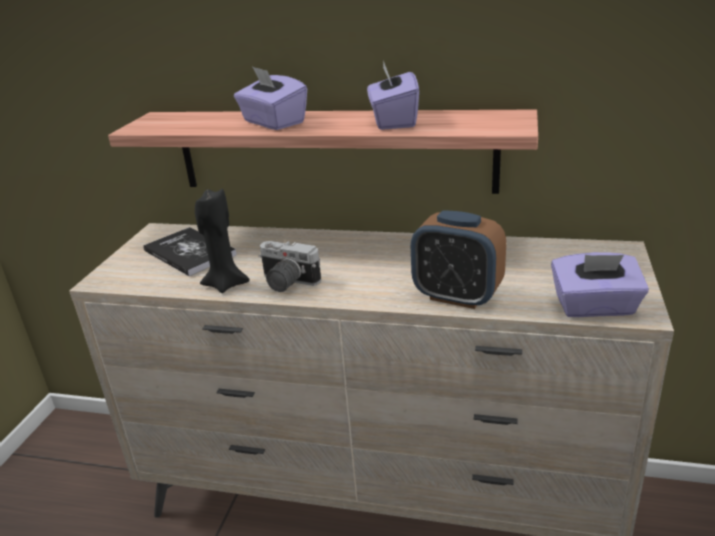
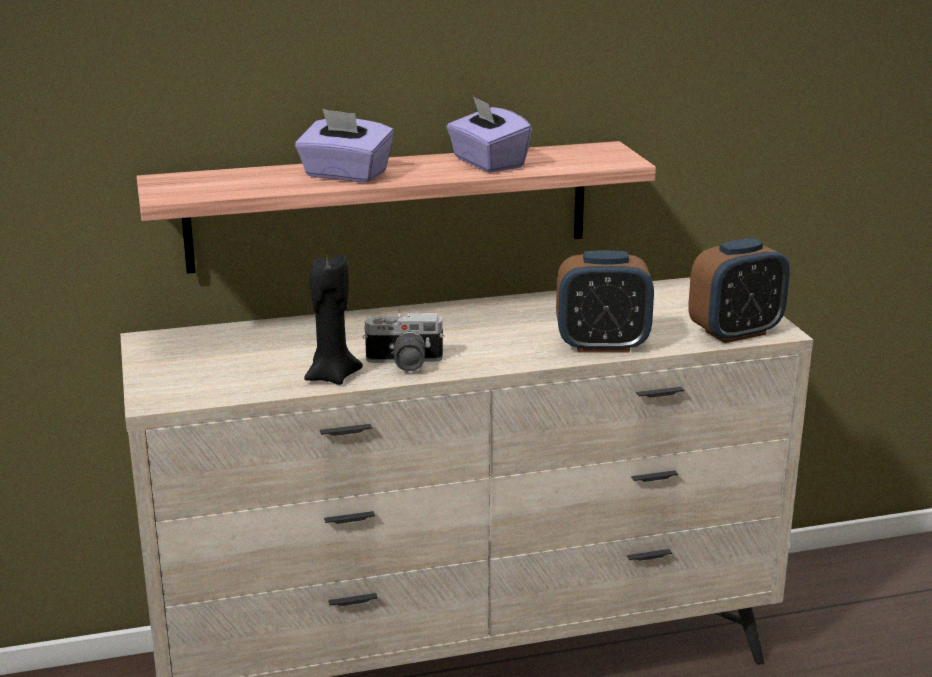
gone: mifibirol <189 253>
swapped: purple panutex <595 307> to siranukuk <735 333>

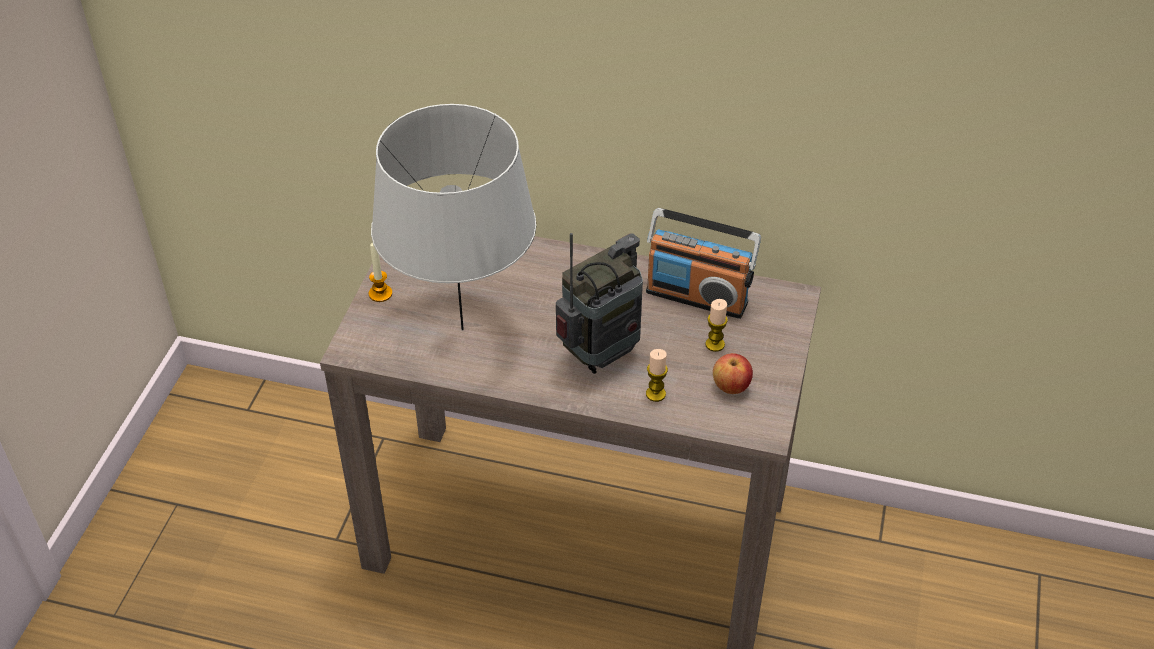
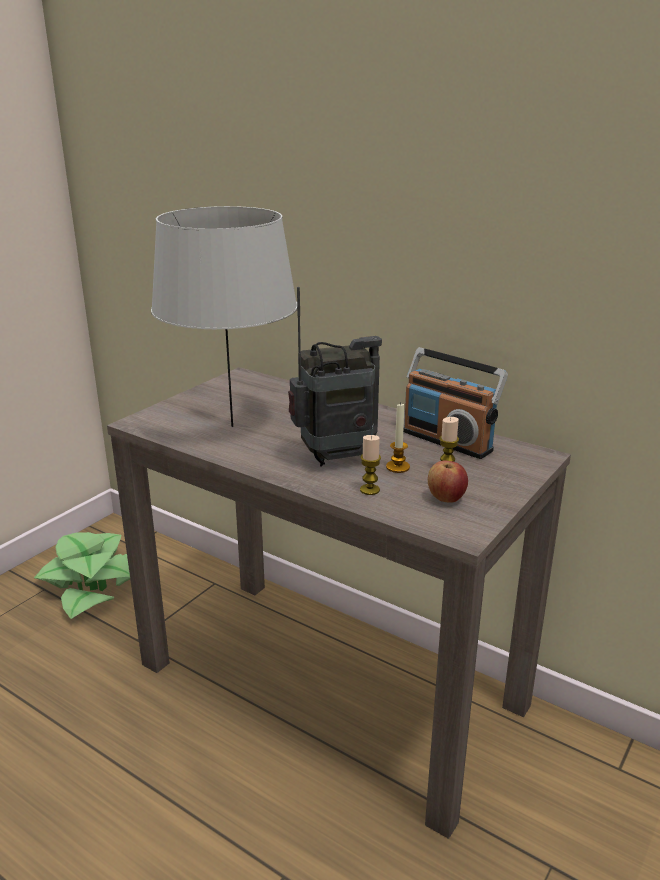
new: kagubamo <95 583>
shifted: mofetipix <380 294> to <398 467>

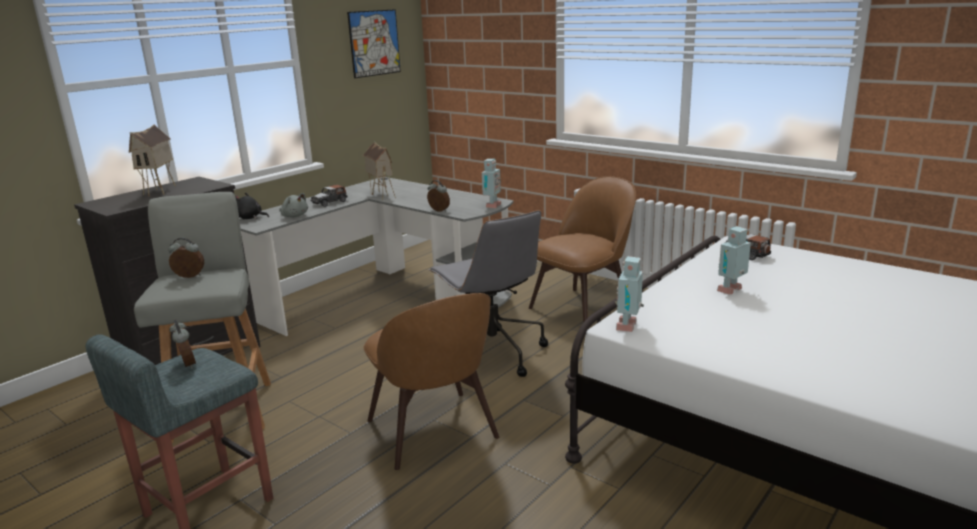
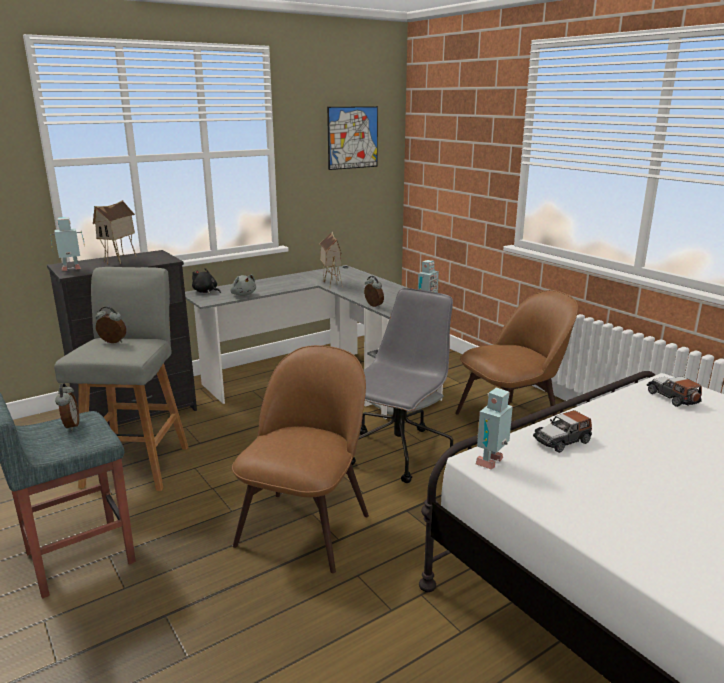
shifted: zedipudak <329 202> to <562 441>; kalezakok <731 290> to <72 269>
rotated: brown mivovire <434 432> = <306 526> 150 degrees counterclockwise; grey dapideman <491 353> = <398 454> 135 degrees counterclockwise

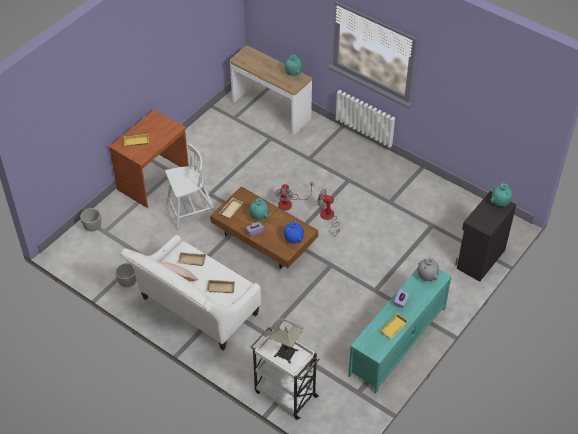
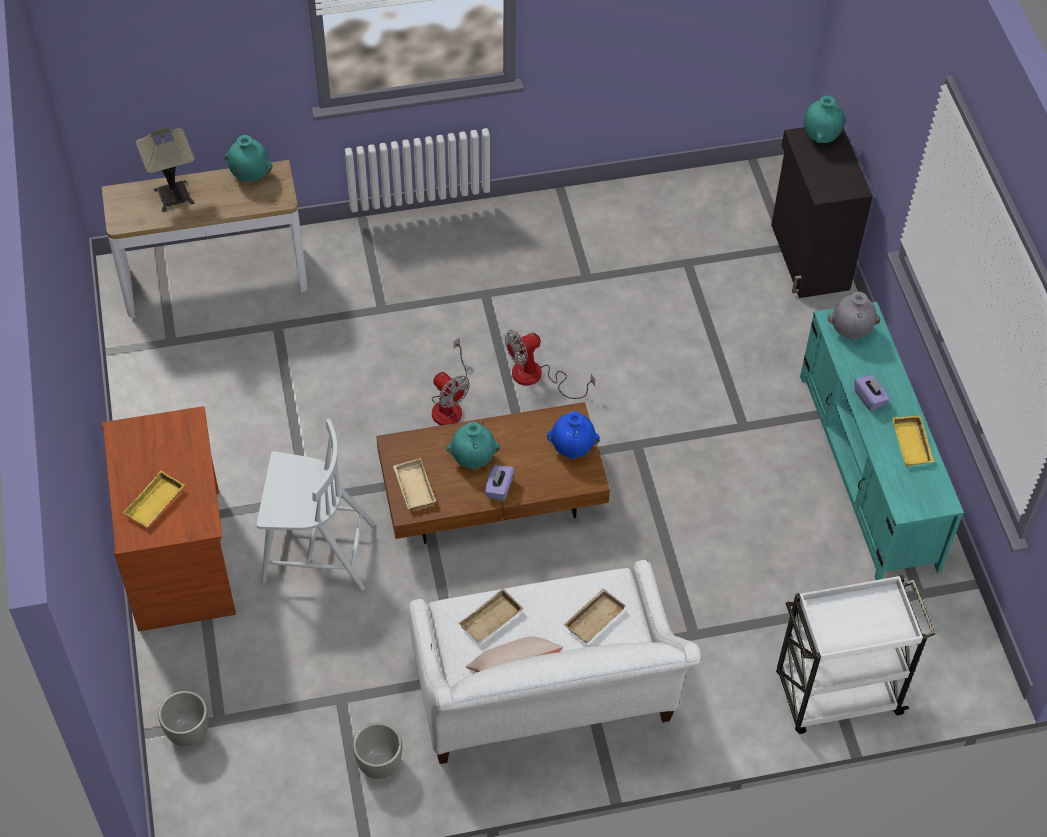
shifted: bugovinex <286 353> to <174 196>
rotated: white mivovire <191 210> = <316 552> 75 degrees clockwise

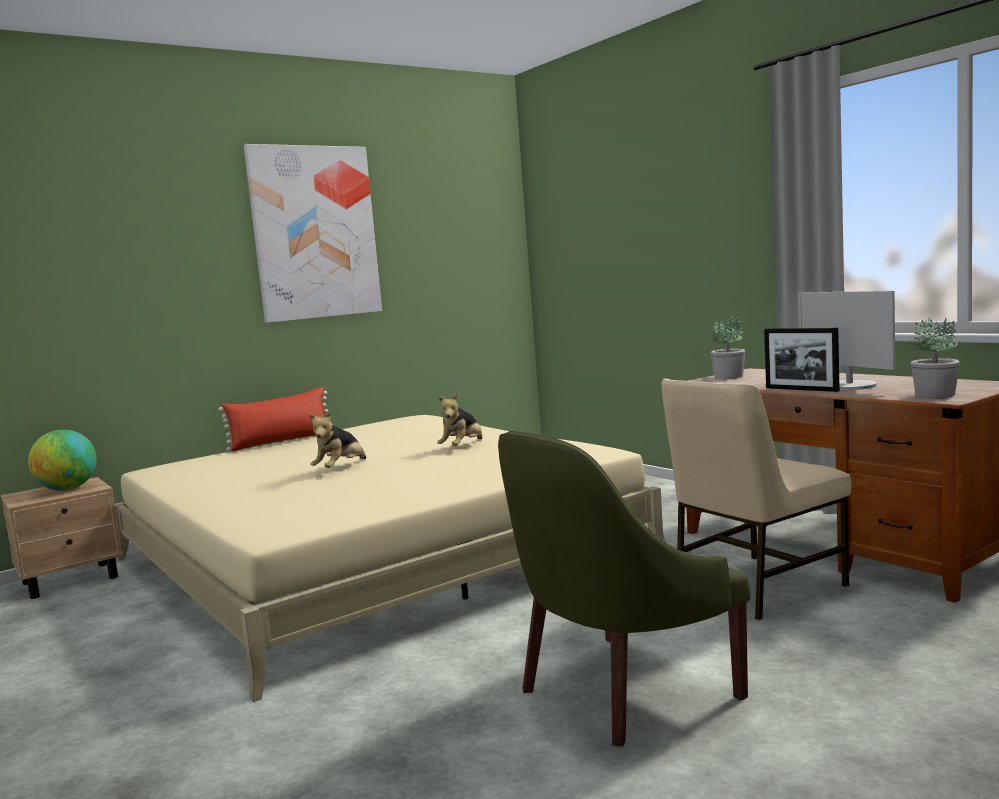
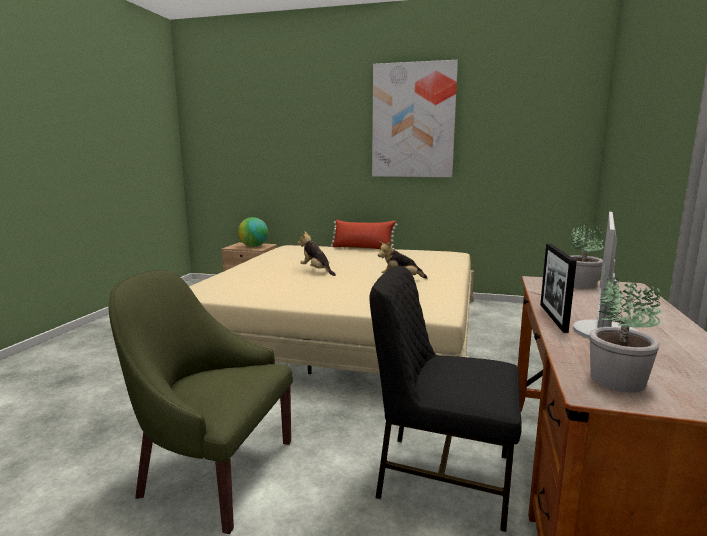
repainted: beige mivovire <756 587> to black mivovire <442 476>
rotated: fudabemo <340 469> = <316 271> 60 degrees clockwise

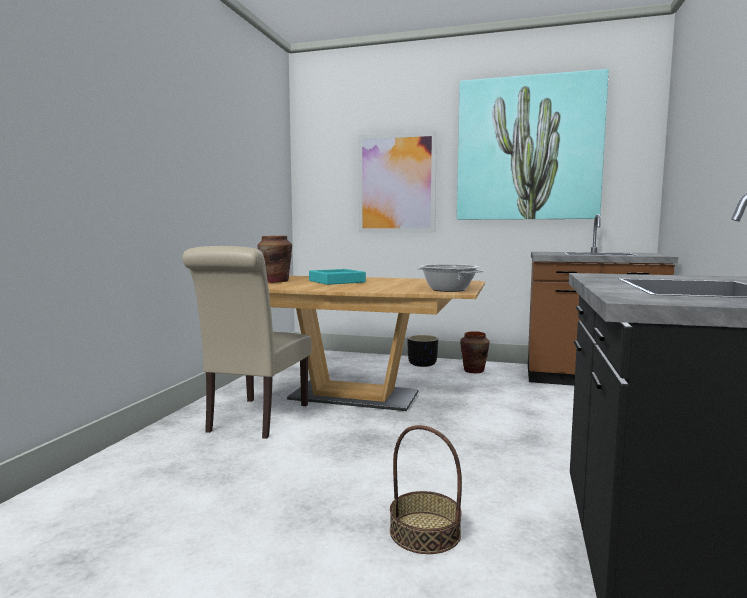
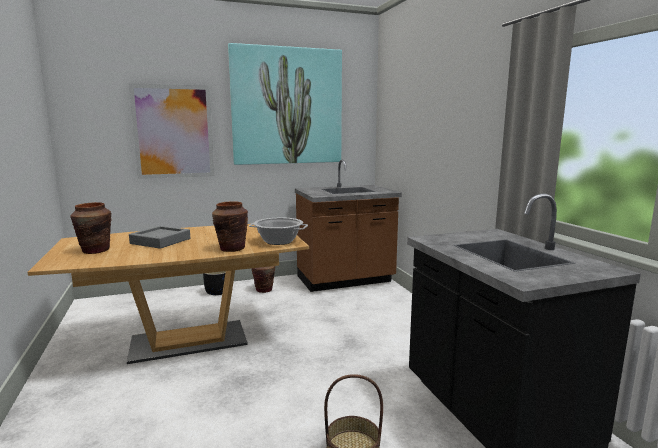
gone: beige mivovire <255 420>
new: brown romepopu <232 249>
repainted: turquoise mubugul <337 281> to grey mubugul <160 241>

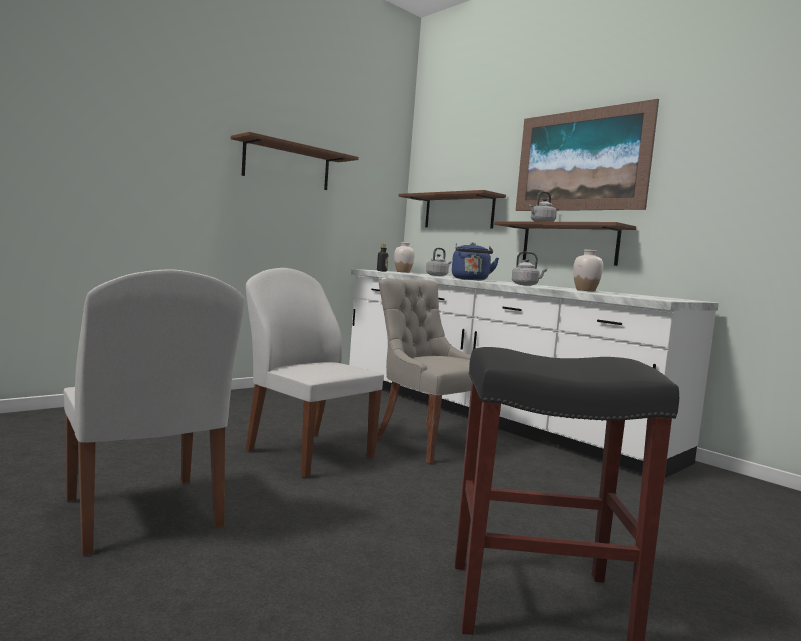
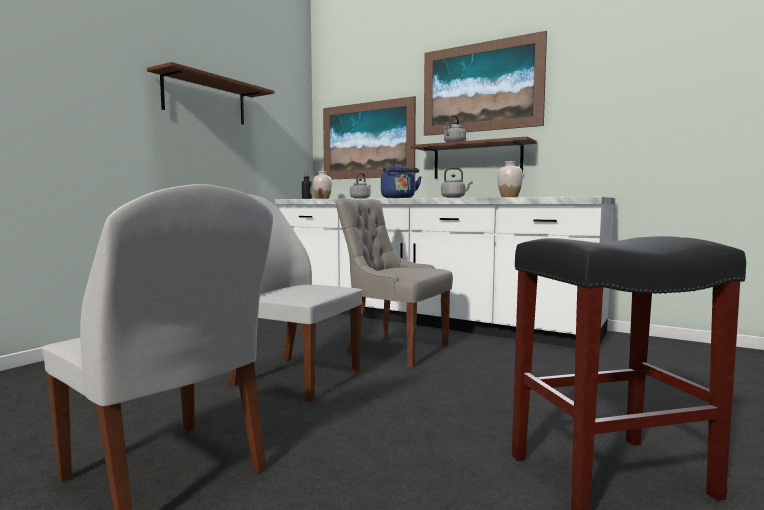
swapped: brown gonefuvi <458 212> to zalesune <367 140>

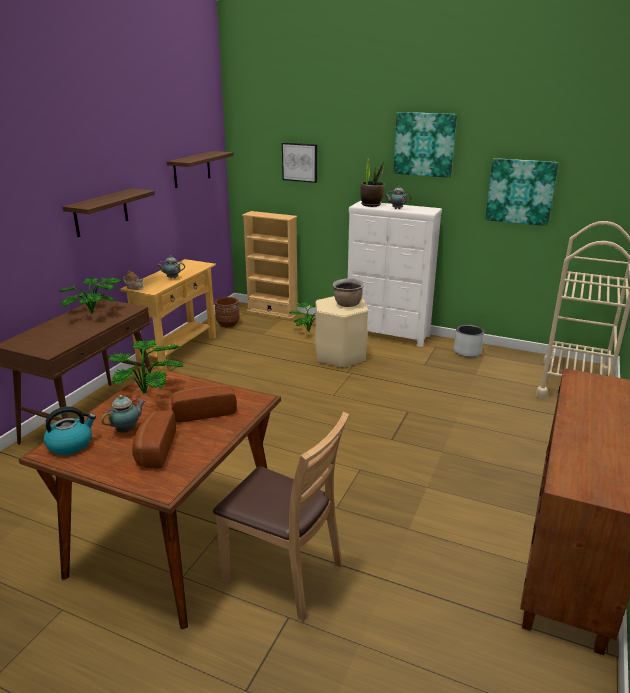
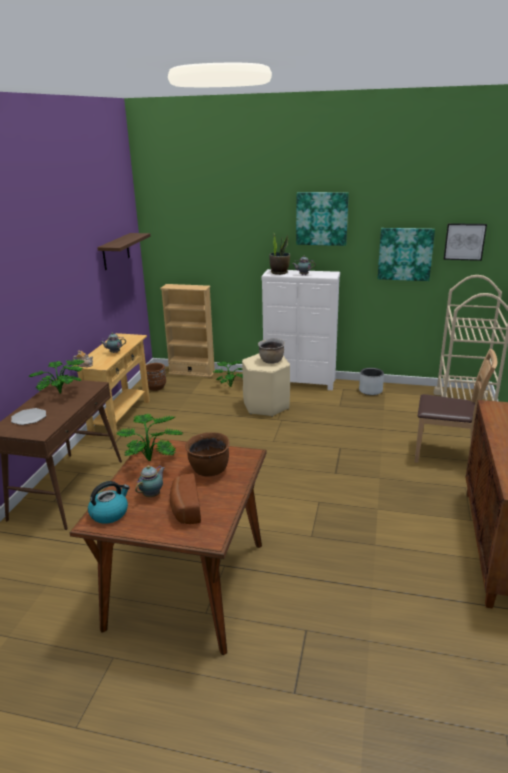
gone: gonefuvi <101 212>
new: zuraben <29 417>
shifted: brown mivovire <284 573> to <446 455>; zalesune <300 162> to <464 241>
swapped: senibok <204 412> to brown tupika <209 470>

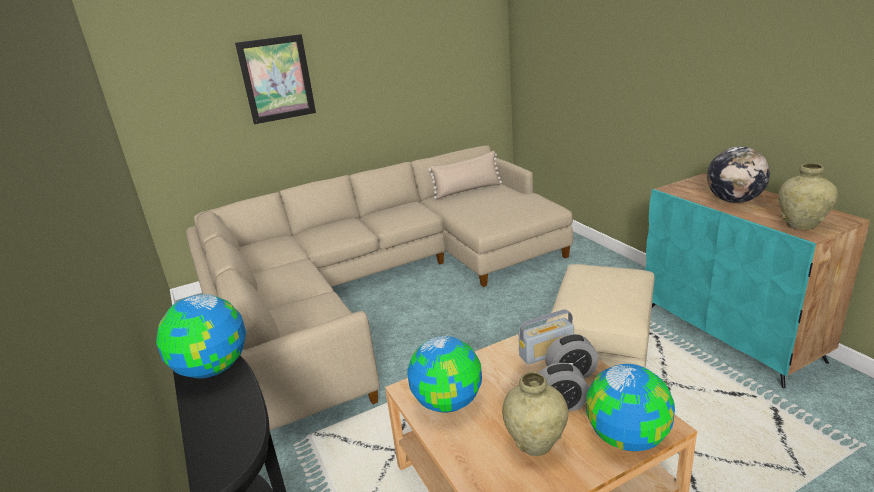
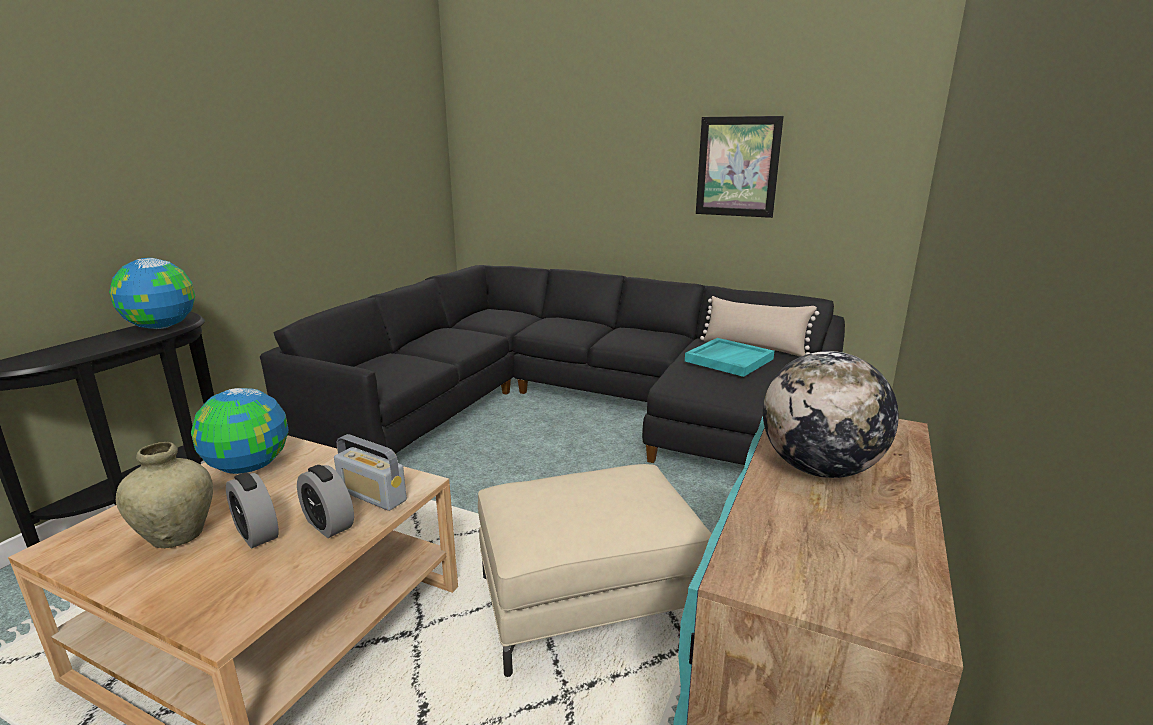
gone: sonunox <627 437>; beige romepopu <801 225>
new: turquoise mubugul <728 359>
shifted: zalesune <277 79> to <737 167>
repainted: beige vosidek <377 287> to black vosidek <574 406>

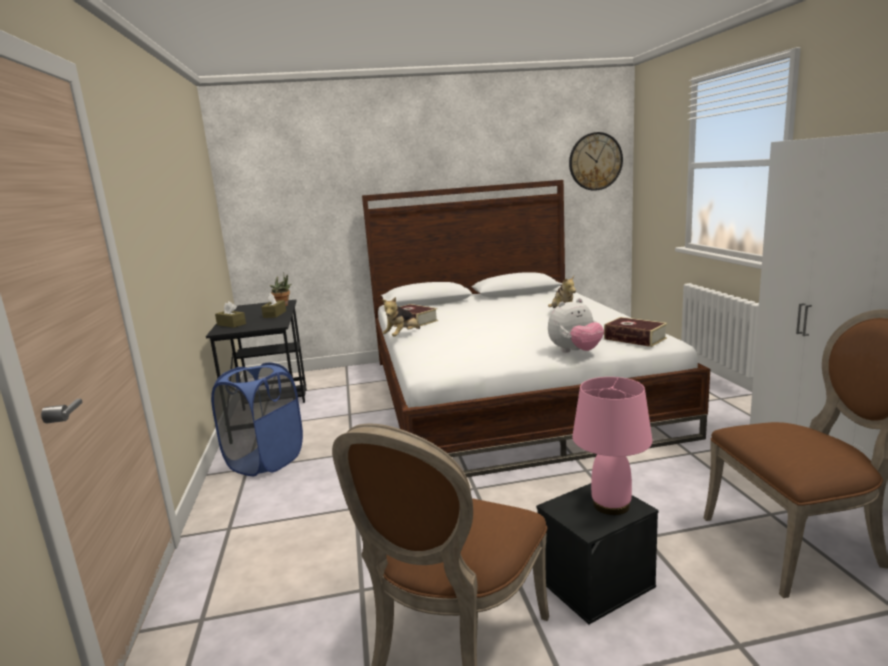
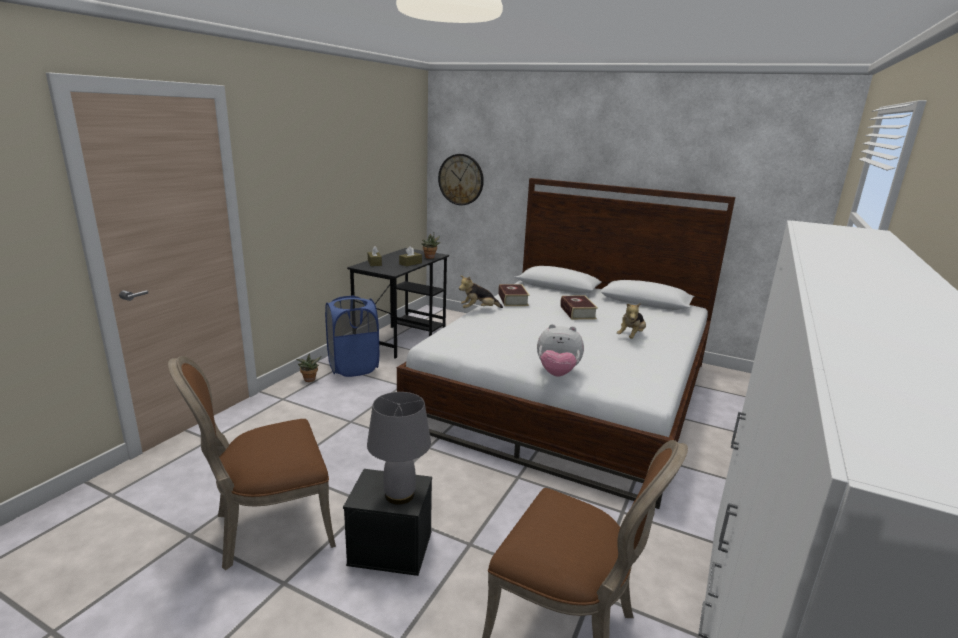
new: kagubamo <309 380>
shifted: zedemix <595 161> to <461 179>; mifibirol <635 339> to <577 312>
repainted: pink bugovinex <612 505> to grey bugovinex <399 495>

